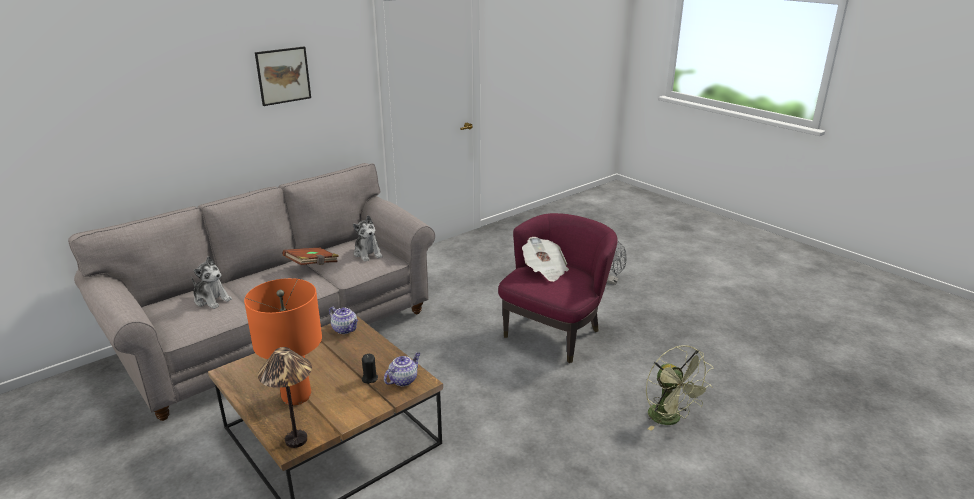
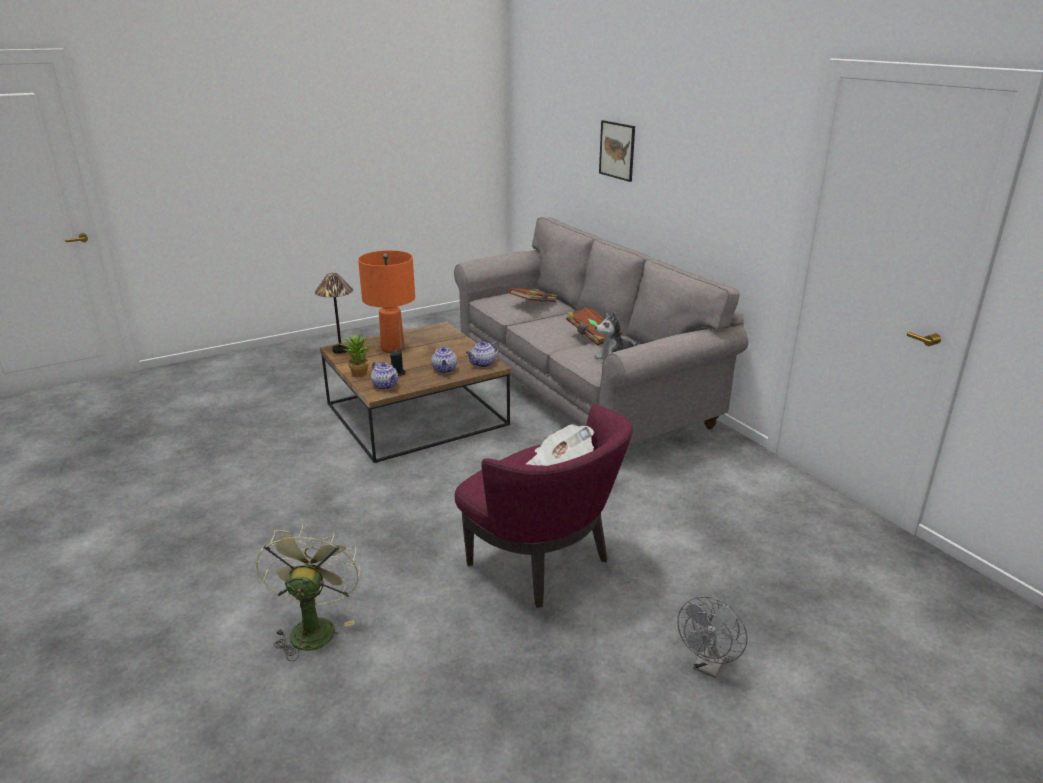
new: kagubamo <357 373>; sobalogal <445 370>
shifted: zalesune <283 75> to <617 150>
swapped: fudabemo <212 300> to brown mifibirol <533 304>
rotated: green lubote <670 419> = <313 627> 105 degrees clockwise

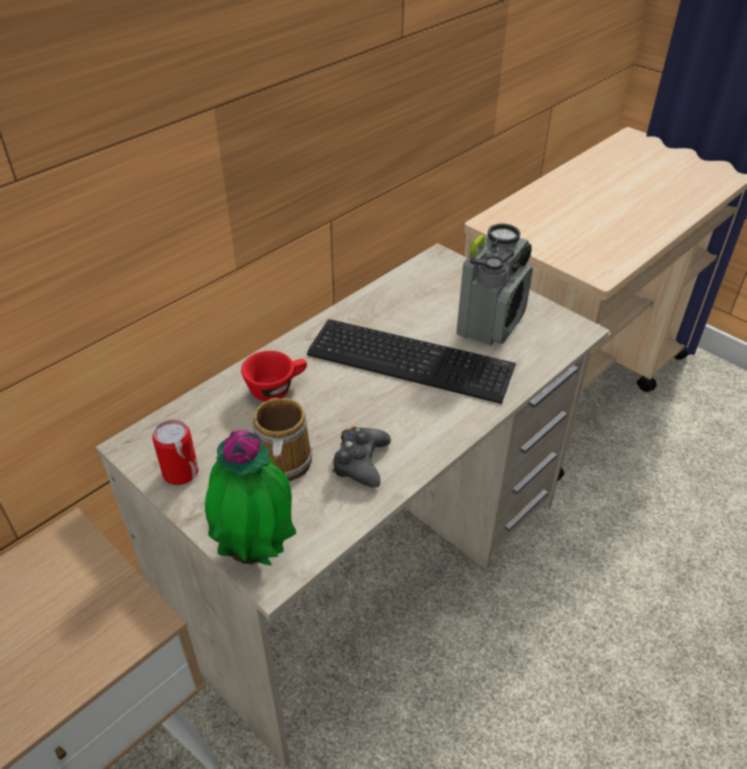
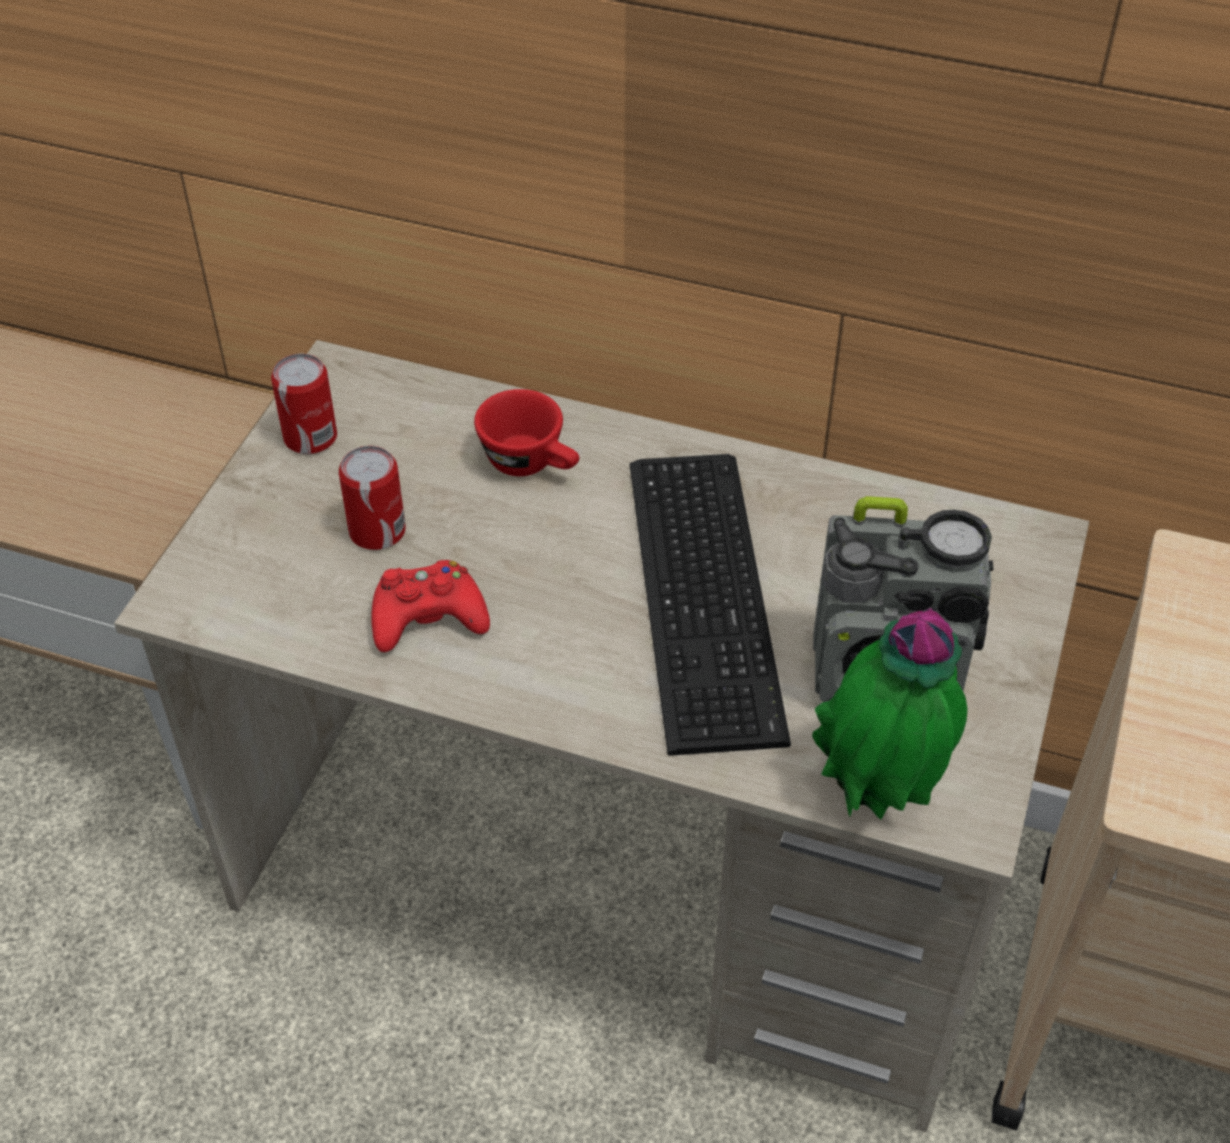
shifted: kagubamo <257 551> to <879 796>
swapped: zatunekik <281 464> to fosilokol <377 531>
repainted: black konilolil <361 462> to red konilolil <428 617>

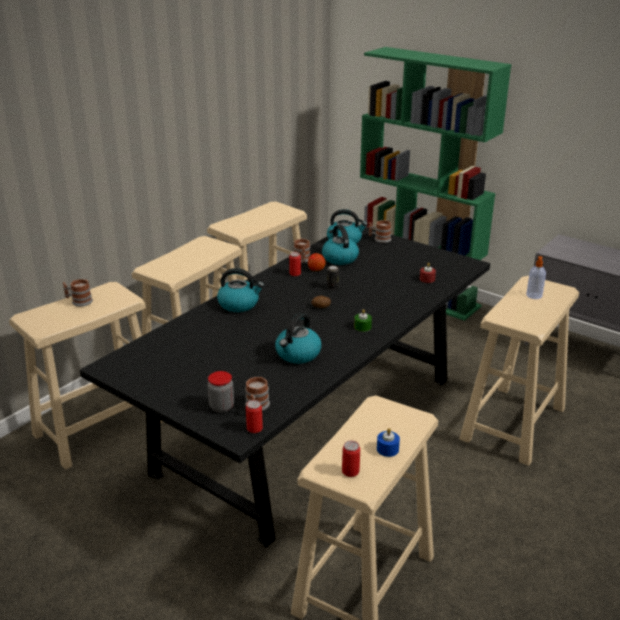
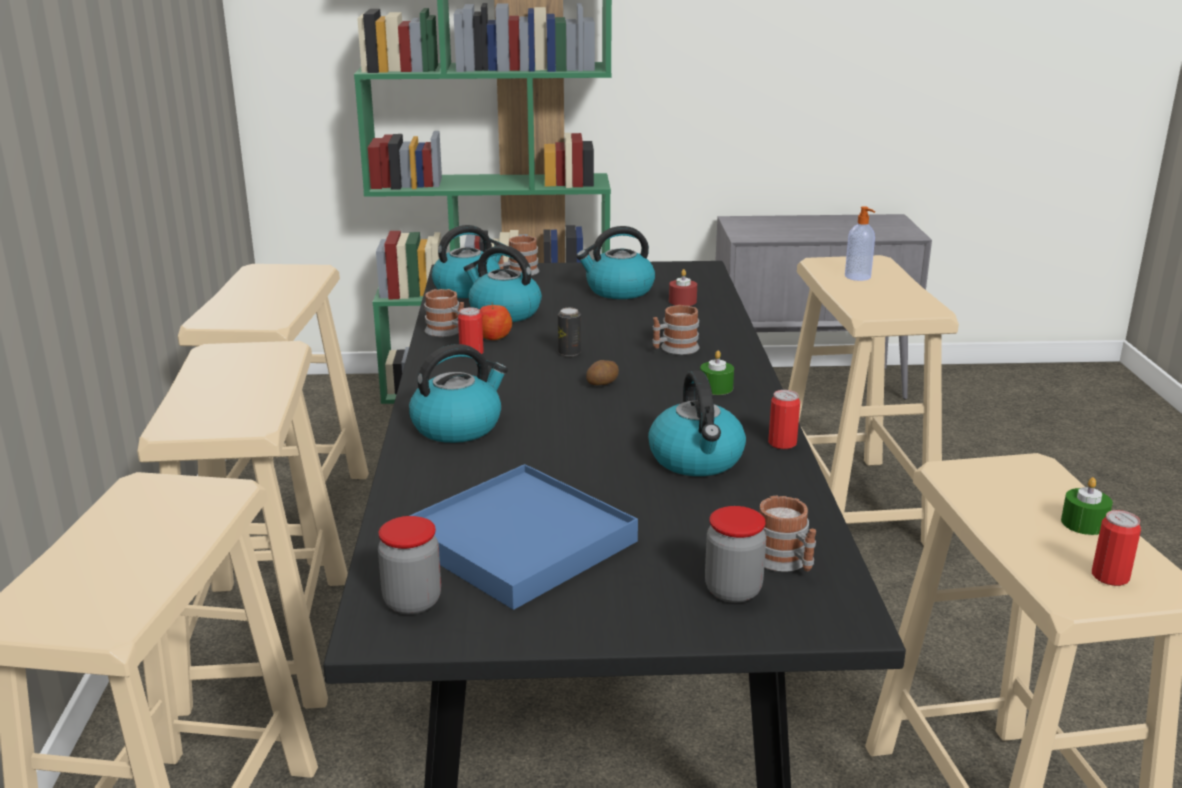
new: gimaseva <412 602>; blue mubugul <519 541>; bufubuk <618 290>
shifted: zatunekik <79 301> to <674 349>; fosilokol <254 428> to <782 443>
repainted: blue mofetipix <387 449> to green mofetipix <1084 523>

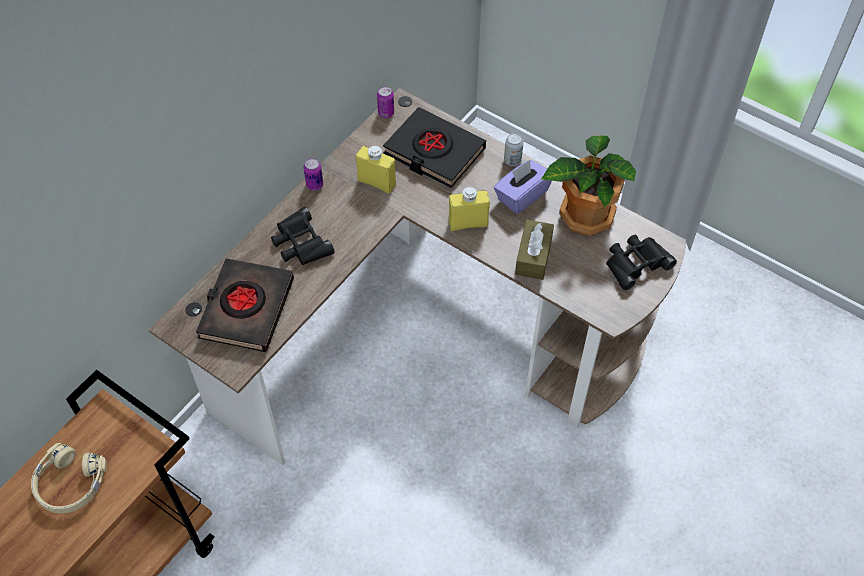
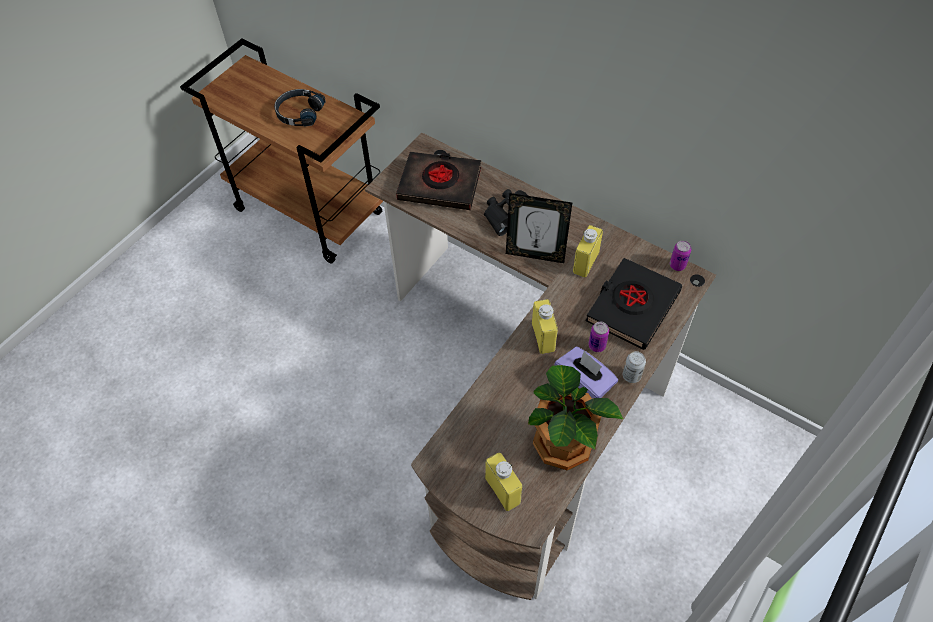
gone: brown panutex <533 256>
new: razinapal <535 254>
shifted: fosilokol <314 185> to <597 345>
swapped: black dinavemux <636 263> to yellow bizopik <502 490>
repainted: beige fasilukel <69 484> to black fasilukel <299 113>

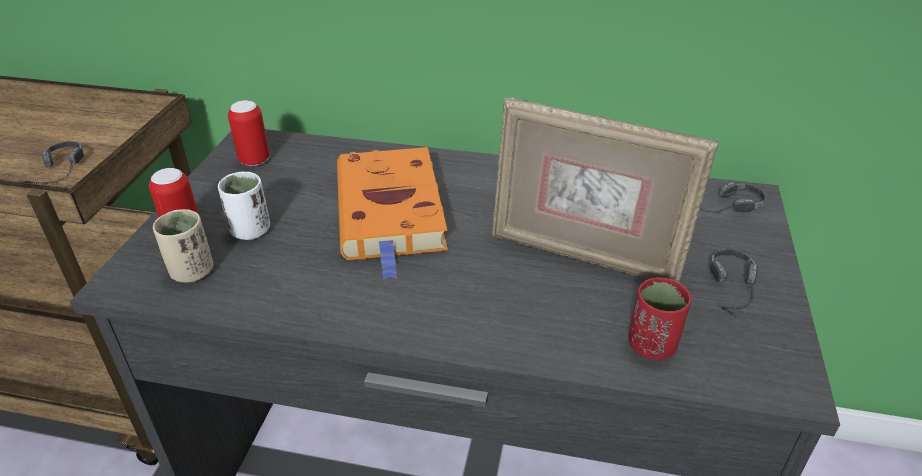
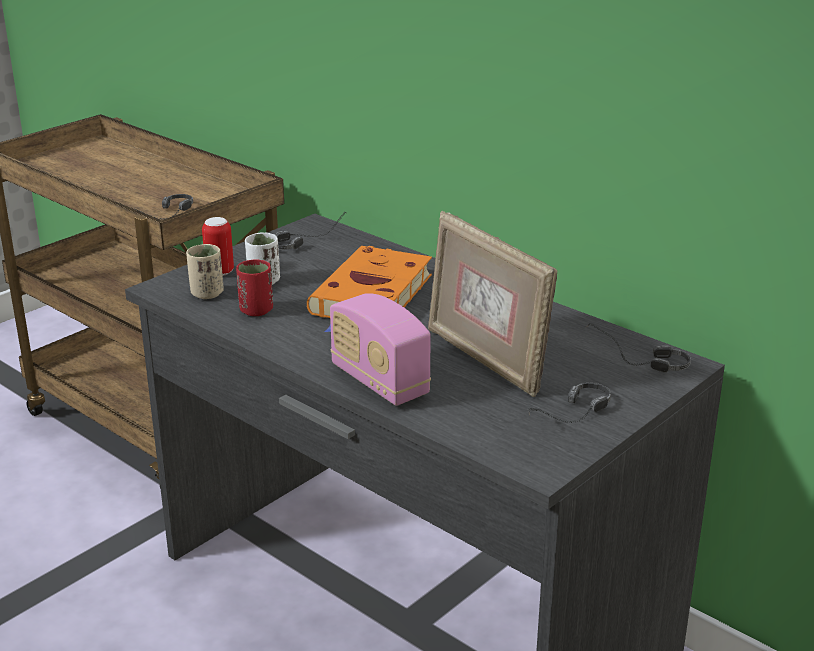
new: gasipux <379 381>
shifted: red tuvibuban <652 345> to <256 310>
swapped: fosilokol <254 160> to fasilukel <306 239>

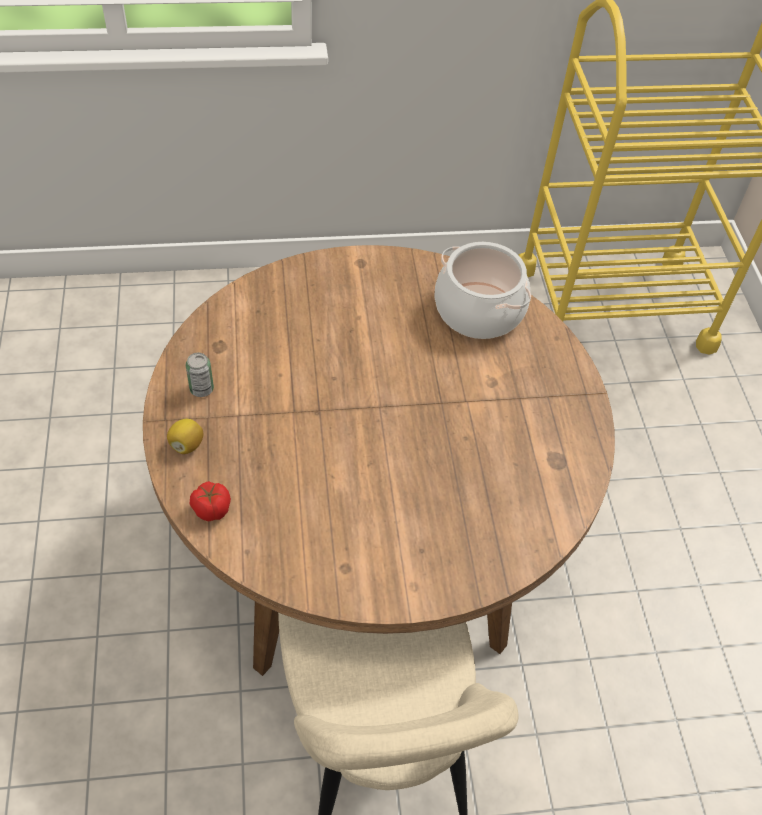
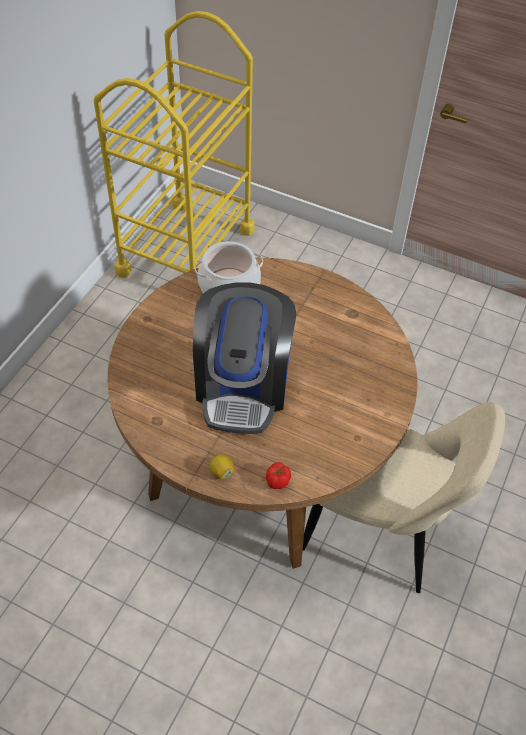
gone: fosilokol <201 389>
new: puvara <242 386>

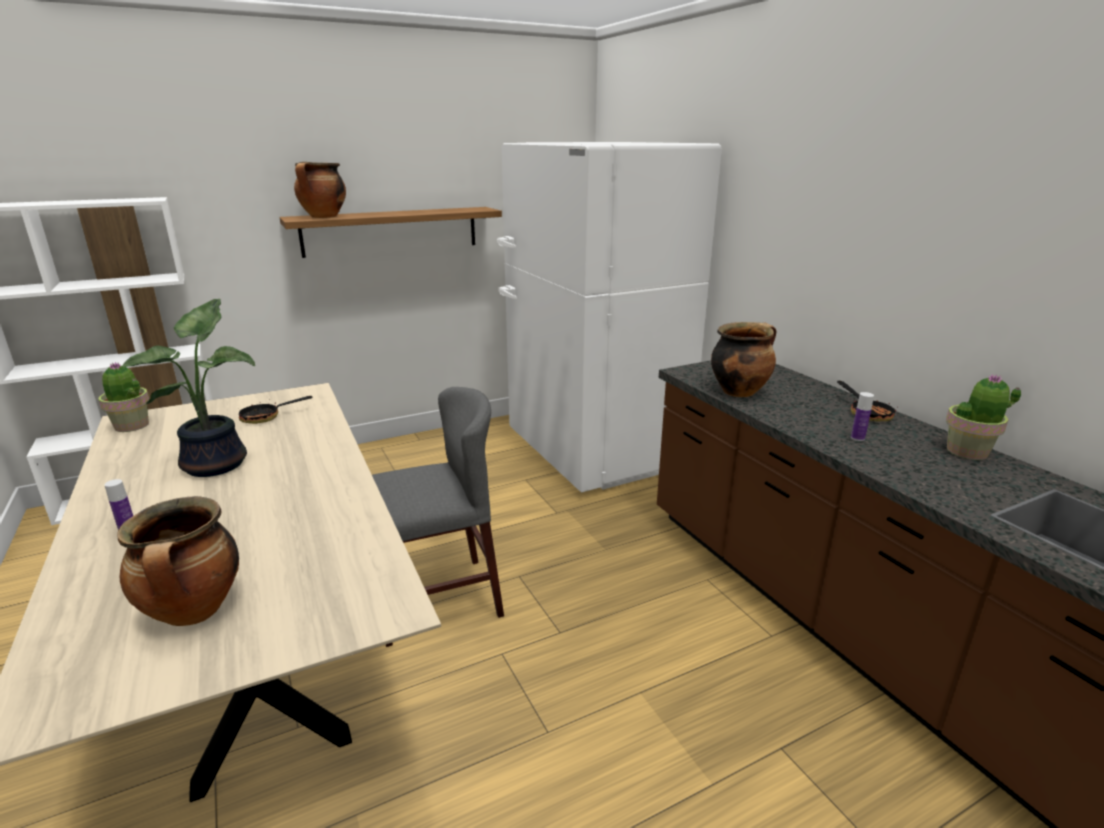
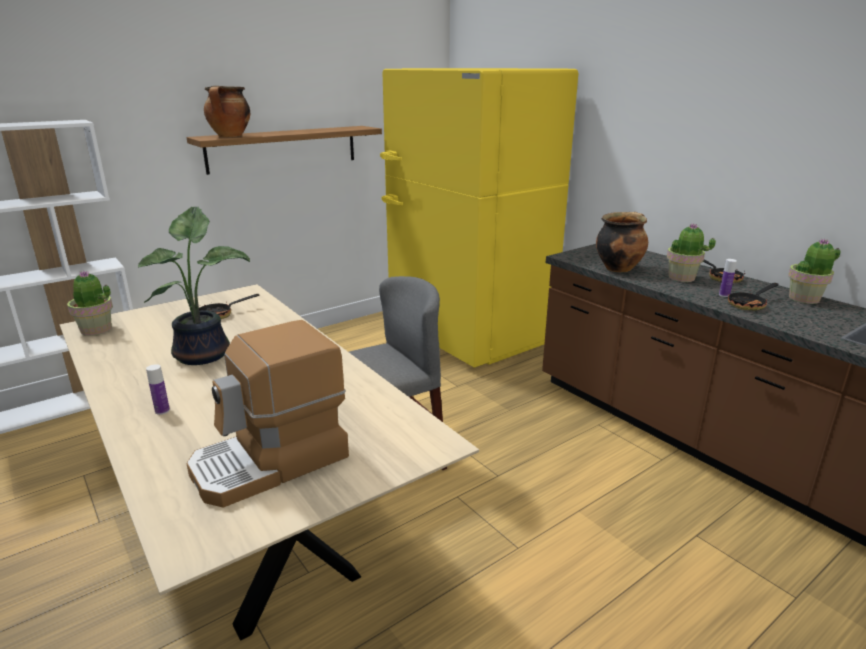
new: kagubamo <682 278>; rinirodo <749 304>
swapped: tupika <195 612> to puvara <271 462>
repainted: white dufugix <593 451> to yellow dufugix <468 335>

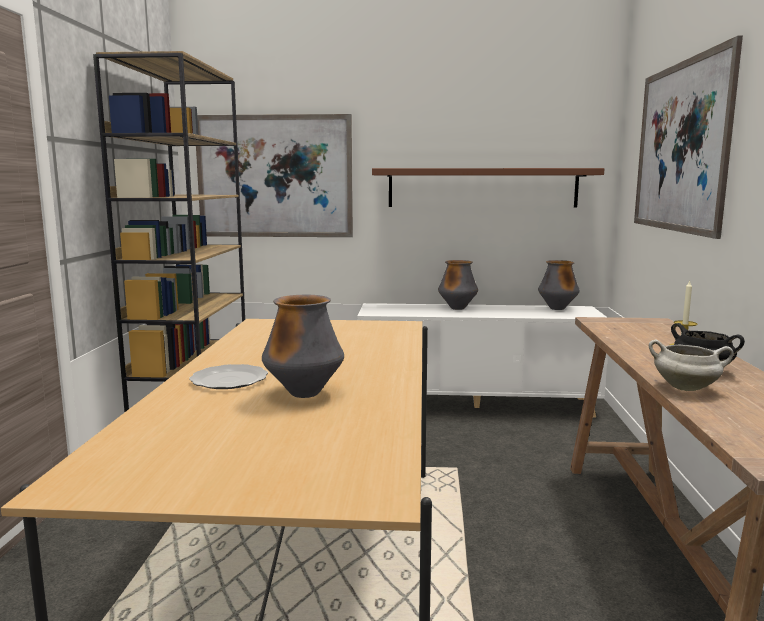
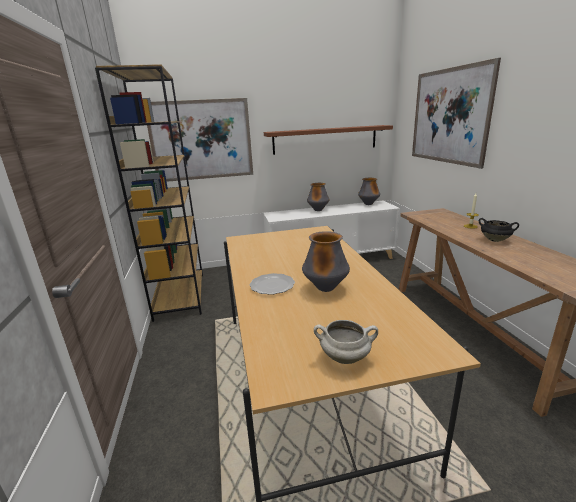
shifted: white tupika <686 388> to <345 357>

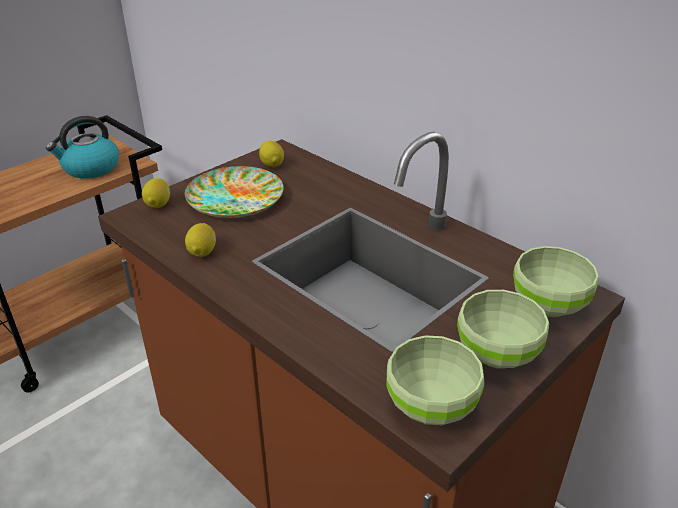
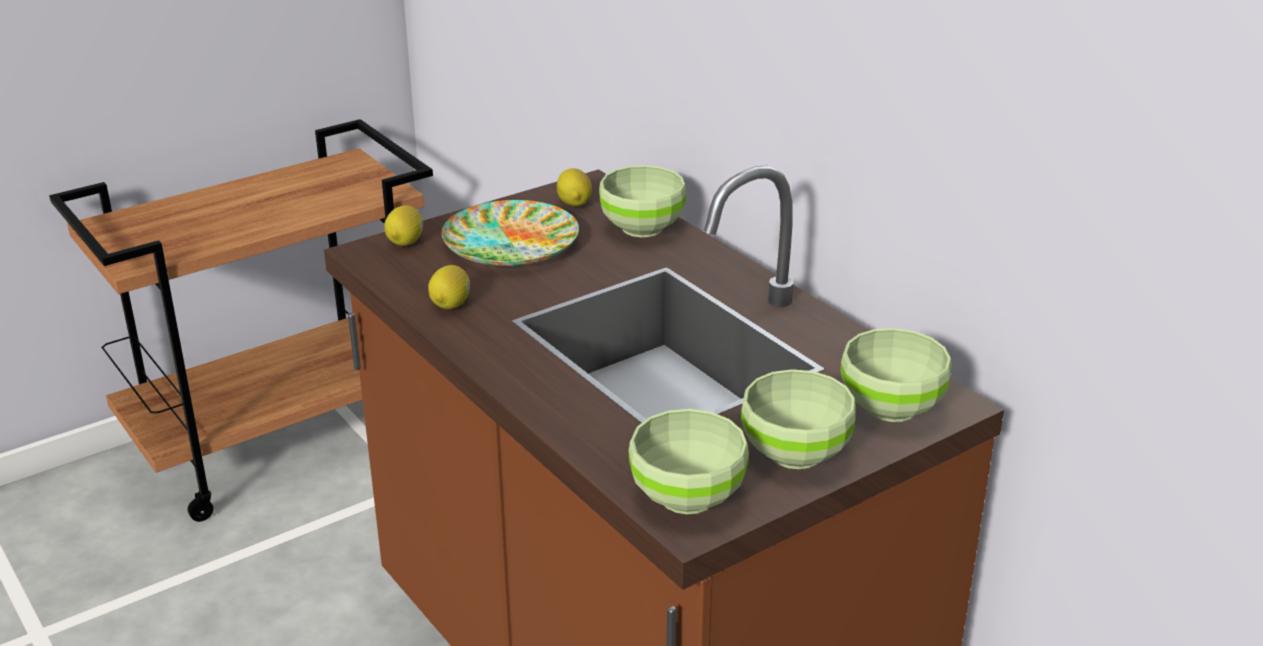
gone: bufubuk <90 168>
new: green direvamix <643 228>

